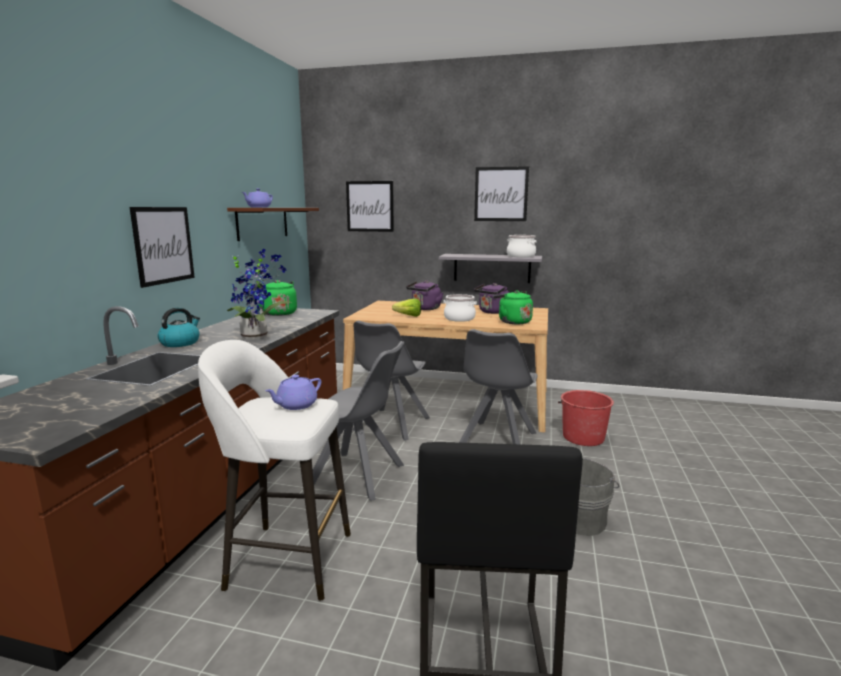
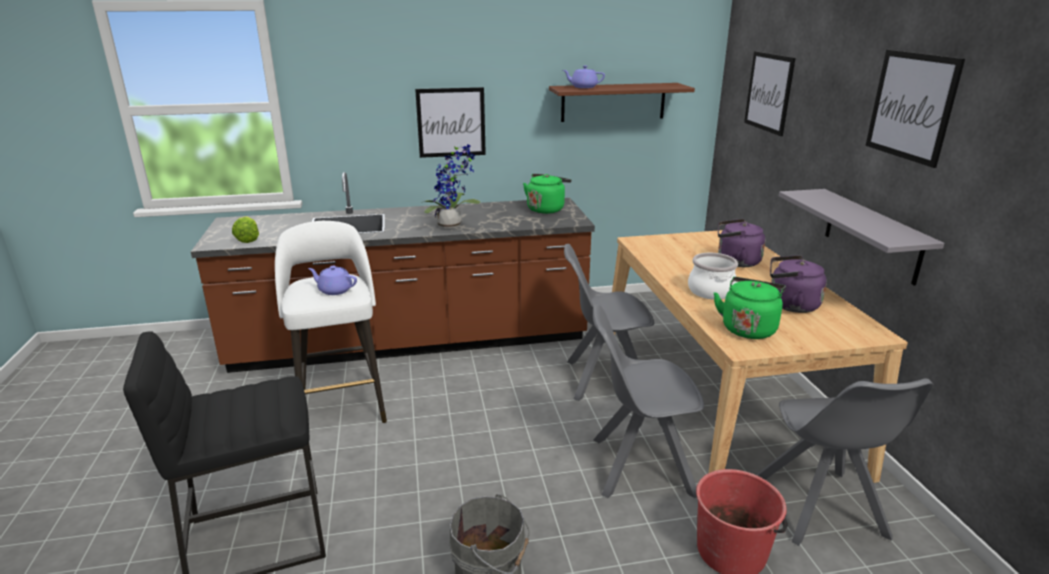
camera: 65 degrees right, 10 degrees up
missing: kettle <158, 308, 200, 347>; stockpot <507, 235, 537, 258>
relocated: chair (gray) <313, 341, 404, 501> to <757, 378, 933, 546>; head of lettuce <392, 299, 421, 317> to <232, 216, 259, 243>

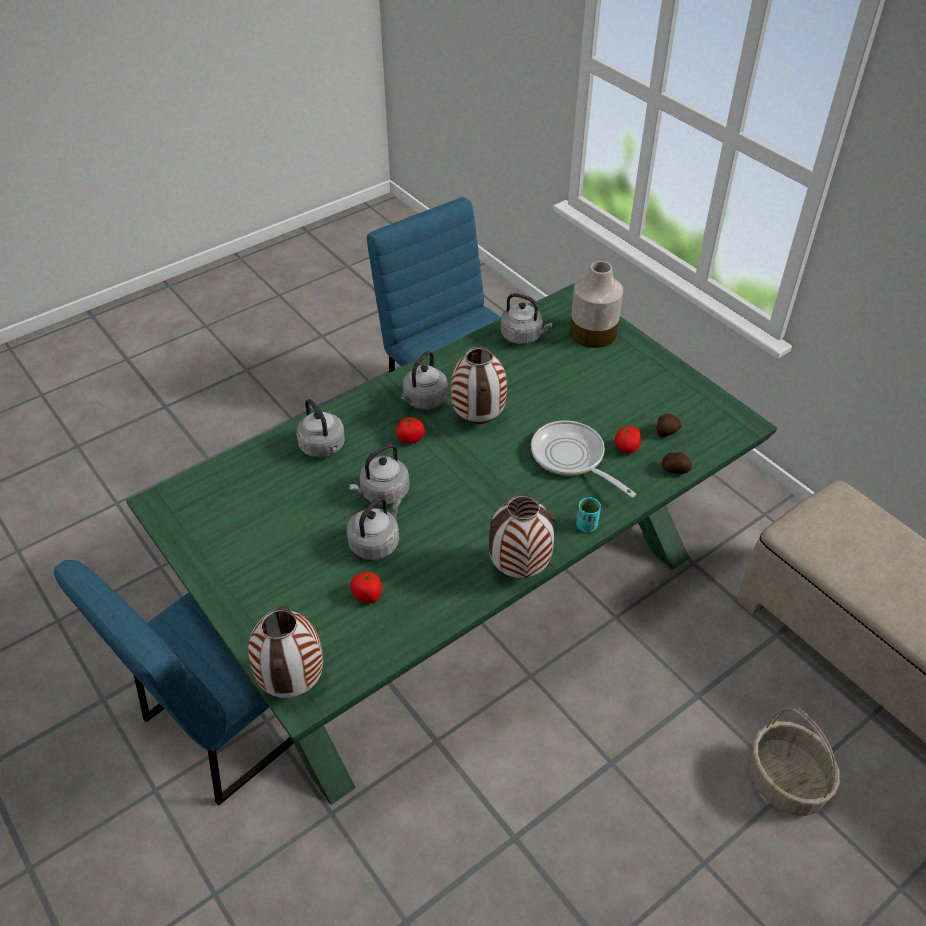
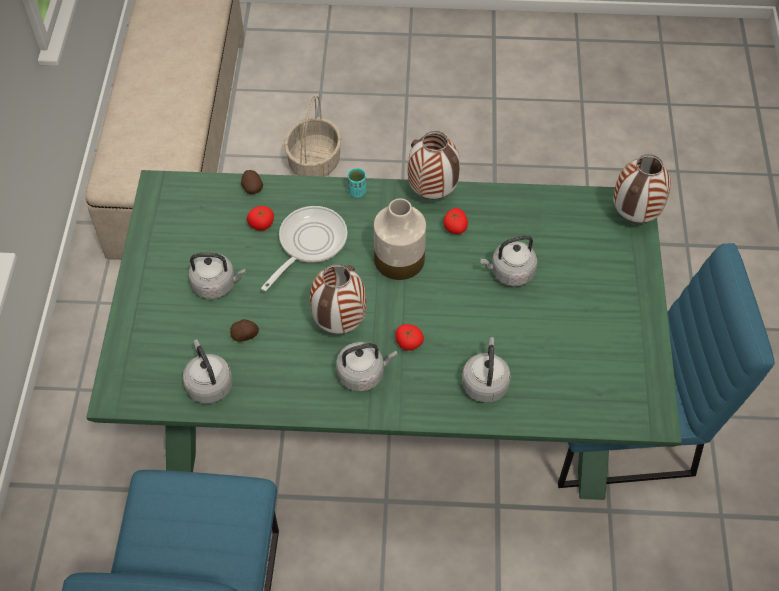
camera: 140 degrees left, 10 degrees up
relocated: kettle (gray) <348, 444, 410, 505> to <188, 253, 246, 299>; tomato <351, 571, 382, 603> to <444, 208, 468, 234>; vase (beige) <570, 261, 623, 348> to <374, 198, 426, 280>; spud <656, 414, 682, 437> to <230, 319, 259, 342>
spun: skillet <531, 421, 636, 498> = <261, 206, 347, 291> 150 degrees counterclockwise

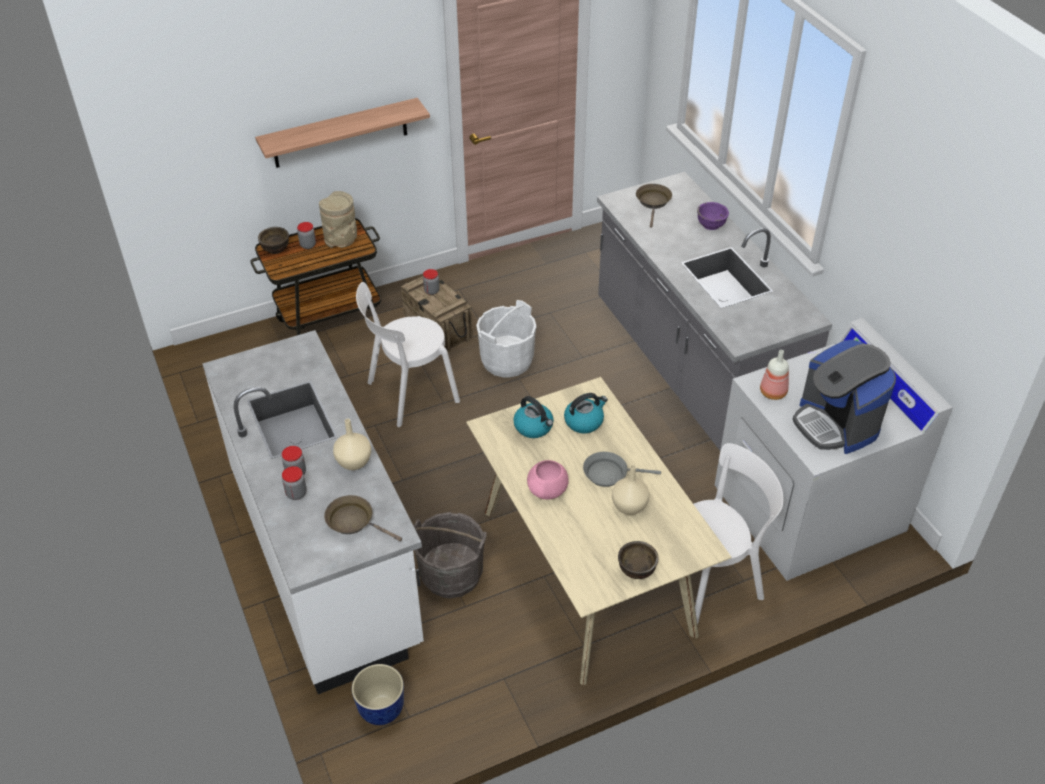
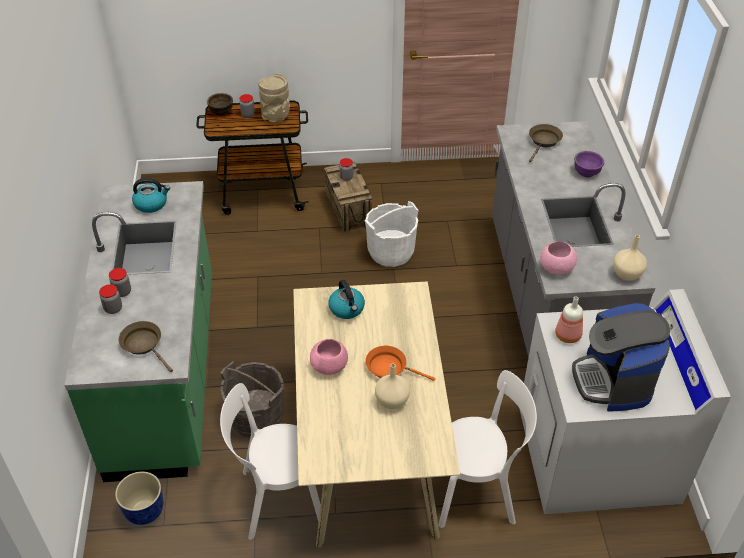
camera: 20 degrees right, 0 degrees up
missing: wall shelf <255, 98, 430, 168>; deep dish (brownish) <618, 541, 658, 579>
appeared: deep dish (pink) <540, 241, 577, 275>
relocated: vase (beige) <333, 419, 371, 470> to <613, 235, 647, 281>; chair (whitish) <356, 282, 460, 427> to <220, 383, 321, 540>; kettle <564, 393, 608, 434> to <132, 178, 170, 213>
colour: kitchen base unit (whitish) <202, 330, 424, 694> to kitchen base unit (greenish) <64, 181, 212, 482>; skillet (gray) <583, 452, 661, 487> to skillet (orangey) <365, 346, 436, 381>

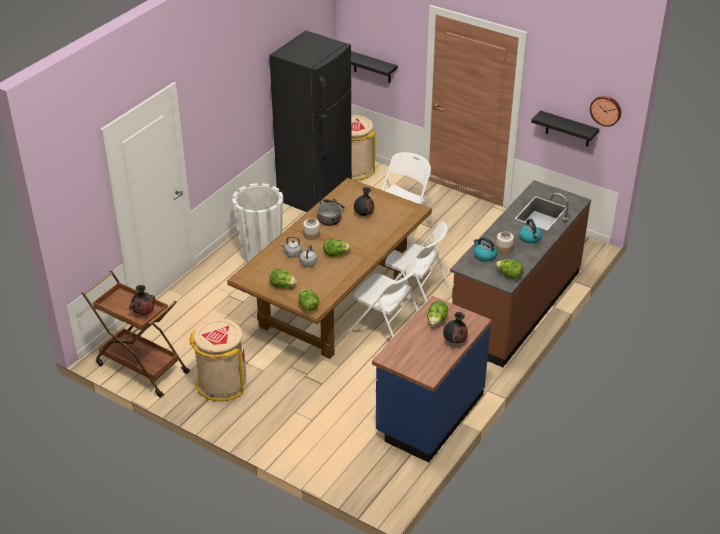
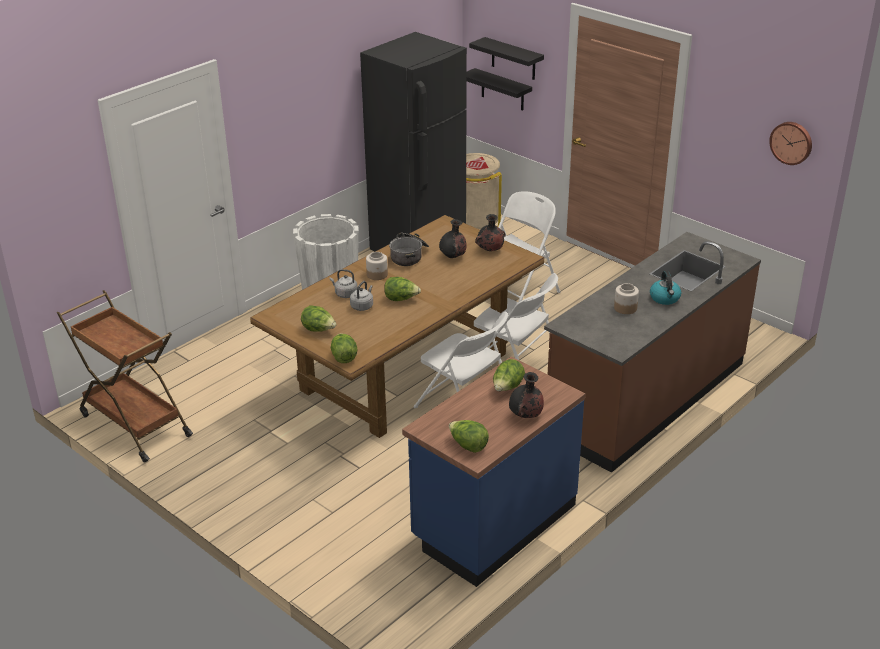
camera: 10 degrees right, 5 degrees down
missing: rubbish bin (beige) <189, 319, 246, 401>; kettle <473, 237, 497, 262>
relocated: vase (blackish) <129, 285, 155, 315> to <475, 214, 505, 251>; head of lettuce <496, 259, 523, 279> to <449, 420, 489, 453>; wall shelf (blackish) <531, 110, 599, 147> to <469, 37, 544, 80>

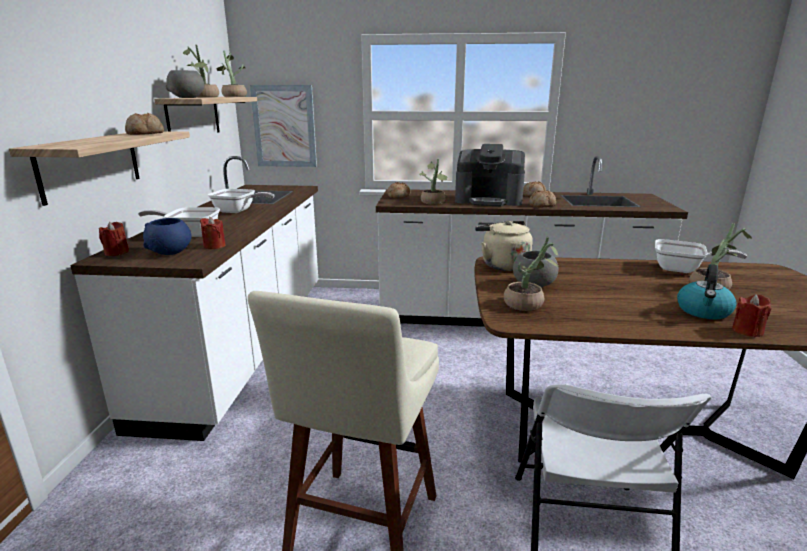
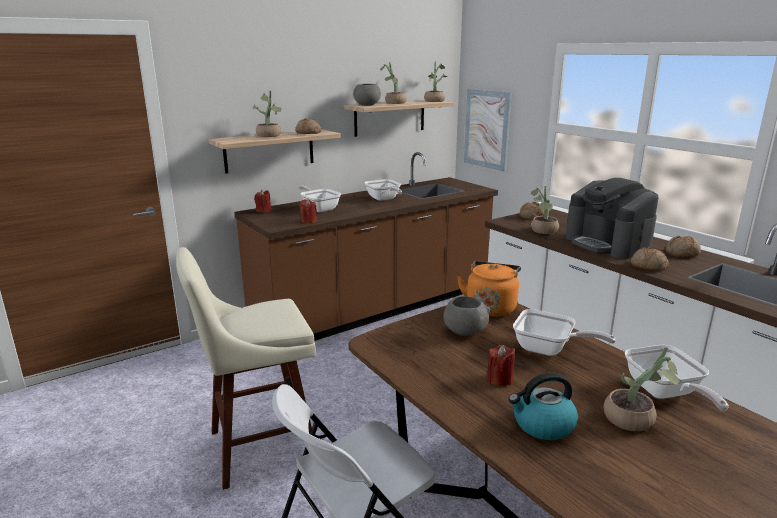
camera: 50 degrees right, 0 degrees up
missing: deep dish (bluish) <143, 218, 192, 255>
appeared: skillet <513, 309, 616, 356>
relocated: houseplant <504, 237, 559, 311> to <252, 90, 281, 137>; wax candle (red-coloured) <732, 294, 771, 337> to <487, 345, 516, 386>
colour: kitchen base unit (whitish) <70, 156, 318, 441> to kitchen base unit (brownish) <234, 152, 498, 341>; kettle (beige) <475, 221, 533, 271> to kettle (orangey) <457, 261, 521, 317>

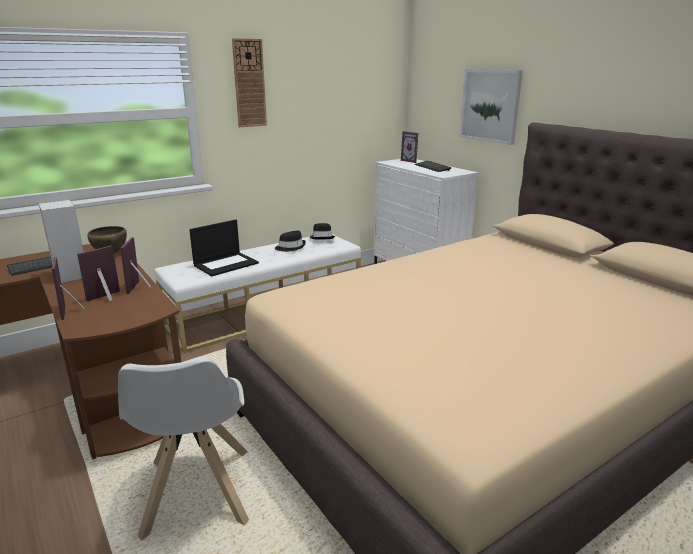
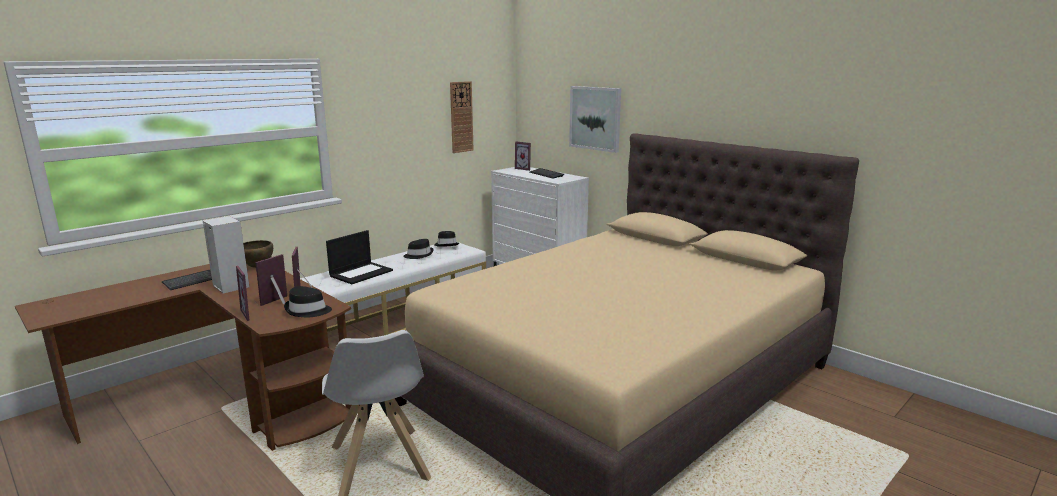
camera: 10 degrees left, 5 degrees down
appeared: wearable hat (blackish) <284, 286, 332, 317>
relocated: hanging clock <232, 38, 267, 127> to <450, 81, 473, 153>

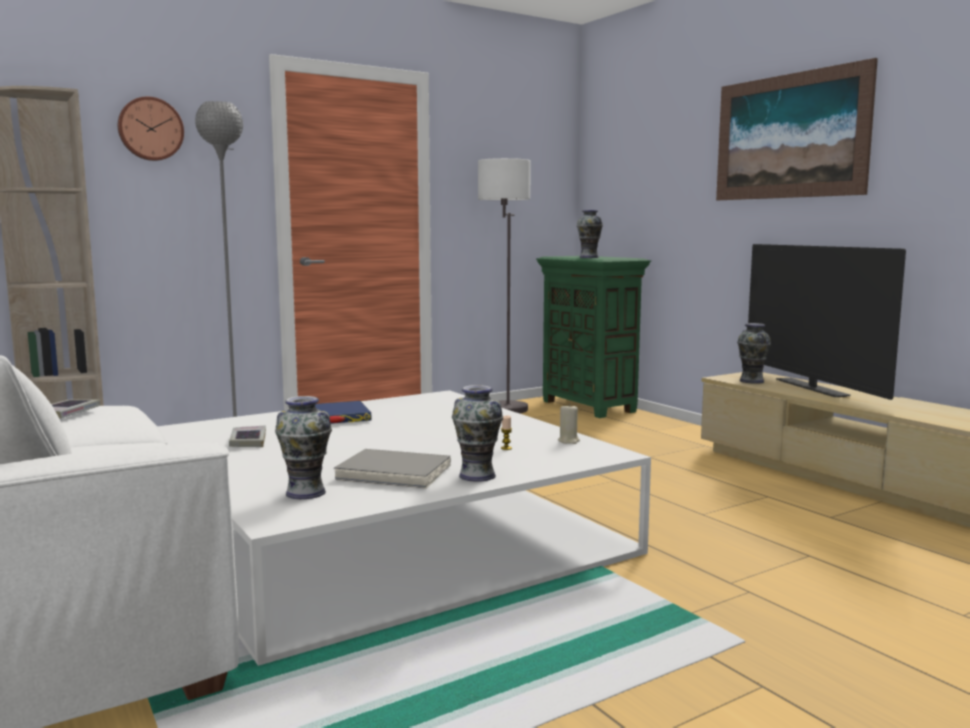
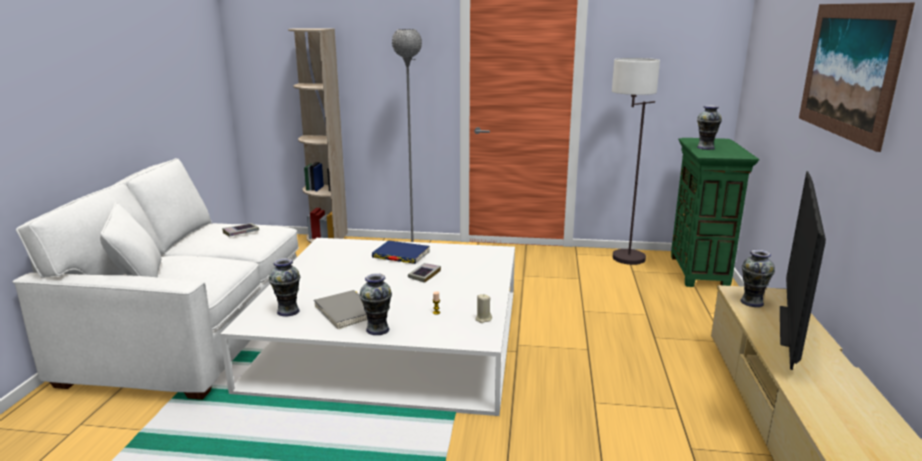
camera: 40 degrees right, 10 degrees up
missing: hanging clock <118, 97, 184, 161>
relocated: volume <229, 426, 266, 447> to <408, 263, 441, 283>

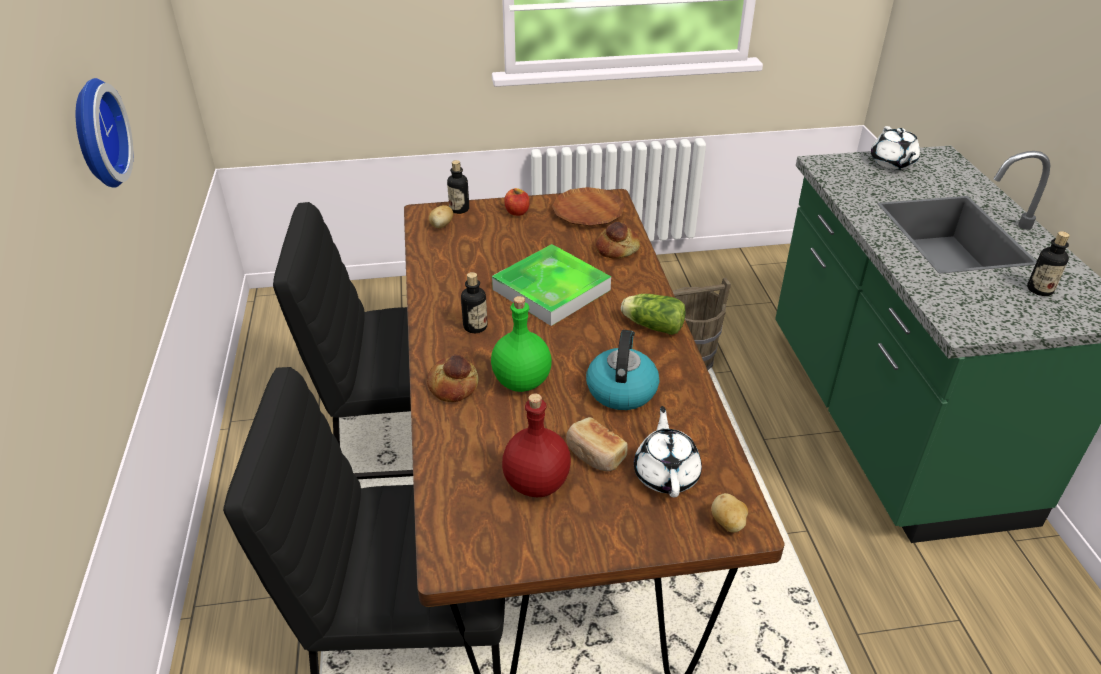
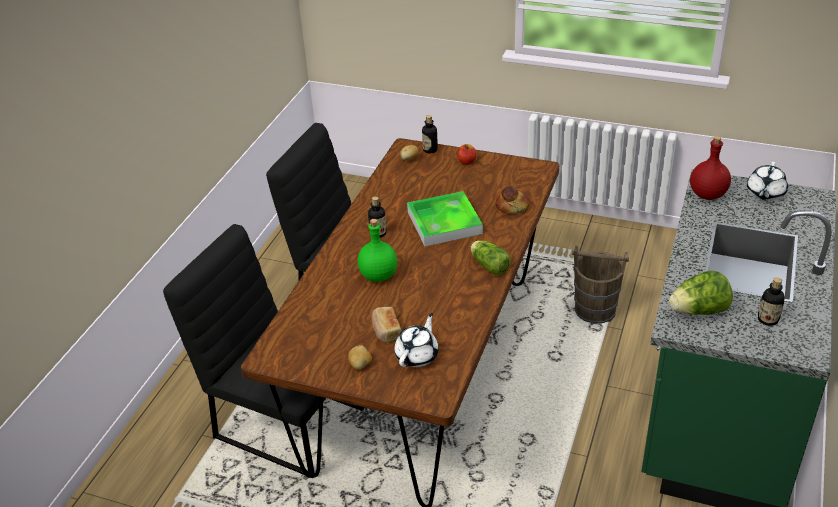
camera: 30 degrees right, 0 degrees up
missing: hanging clock <76, 78, 133, 188>; bakery bread <427, 354, 479, 402>; flat dish (brownish) <552, 187, 625, 226>; kettle <586, 330, 659, 410>
appeared: head of lettuce <669, 271, 733, 315>
relocated: bottle (red-coloured) <502, 393, 571, 497> to <690, 136, 731, 200>; spud <711, 493, 748, 533> to <348, 345, 372, 369>

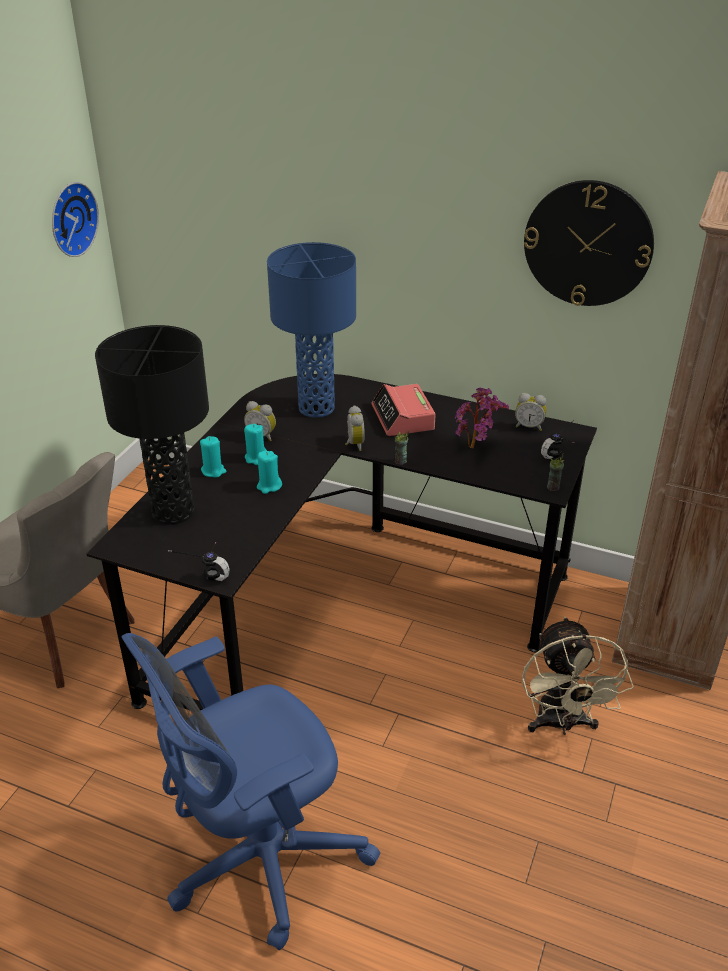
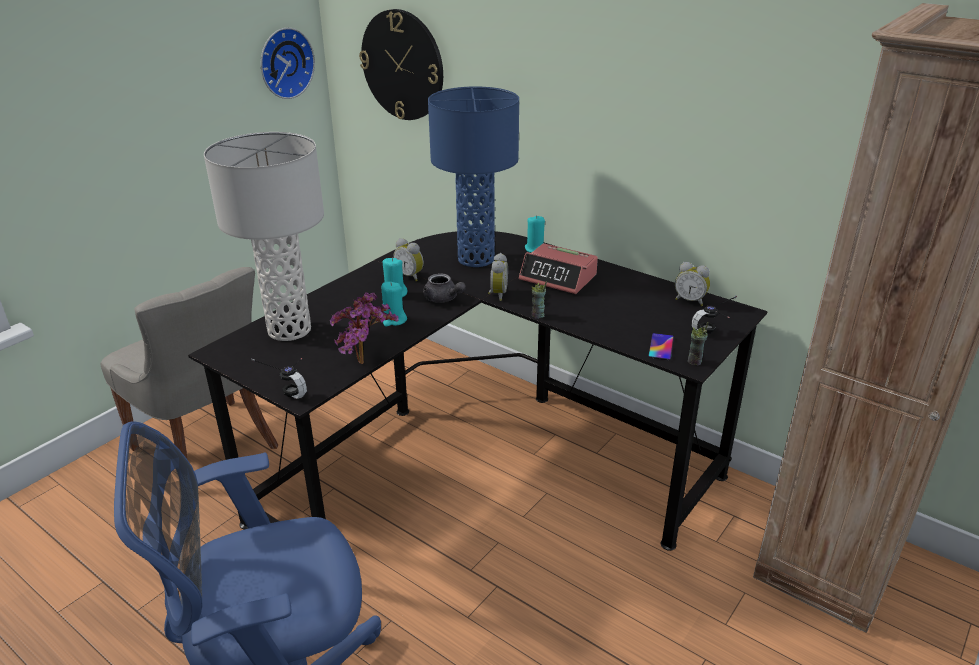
camera: 15 degrees right, 5 degrees down
missing: fan (beige) <522, 616, 634, 735>
appeared: tea pot (gray) <423, 273, 466, 303>; handset <648, 333, 674, 360>
relocated: wax candle (blue-green) <200, 436, 227, 478> to <525, 215, 545, 253>; houseplant <455, 388, 509, 448> to <330, 292, 399, 364>; hanging clock <524, 180, 654, 306> to <359, 9, 443, 120>
colour: tabletop lamp (blackish) <95, 325, 209, 525> to tabletop lamp (whitish) <204, 132, 324, 341>
spun: bedside clock <371, 384, 436, 436> = <519, 243, 598, 294> 60 degrees counterclockwise

